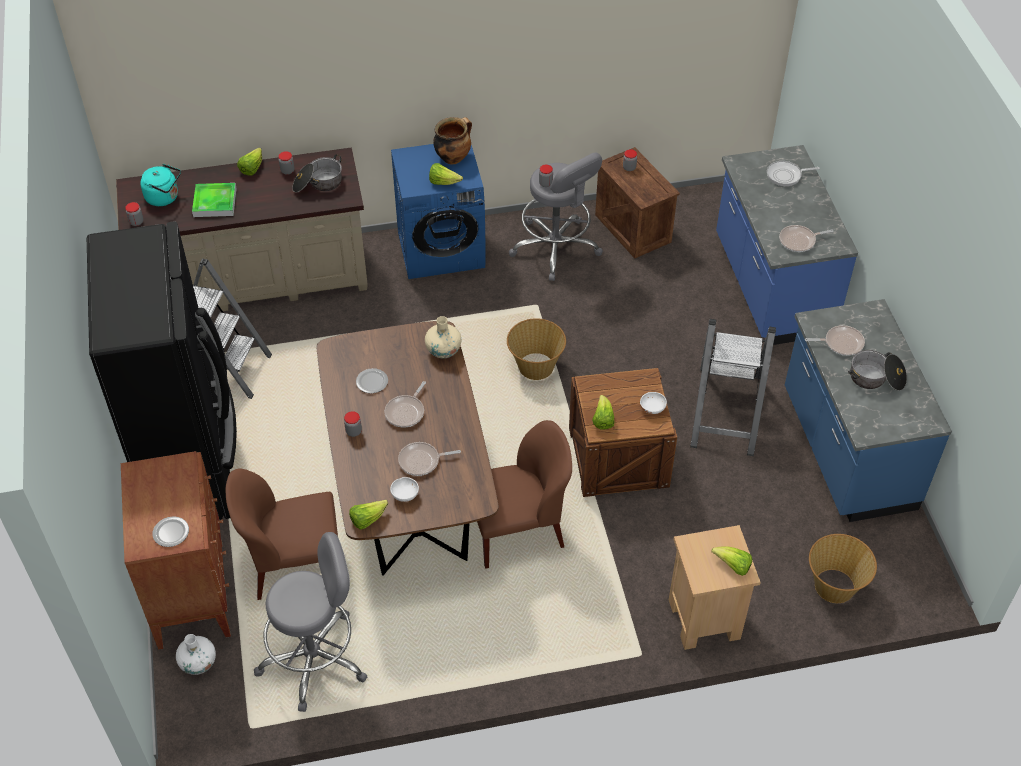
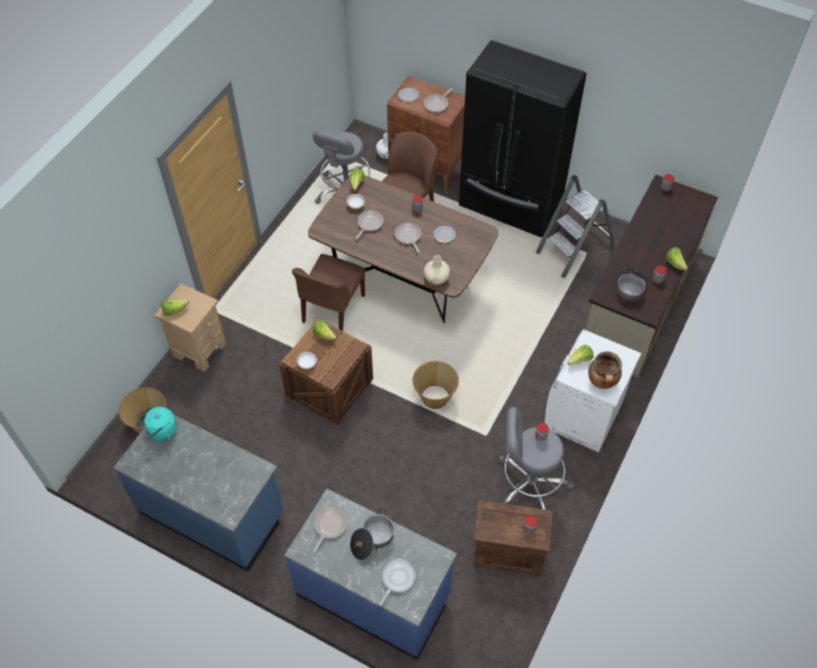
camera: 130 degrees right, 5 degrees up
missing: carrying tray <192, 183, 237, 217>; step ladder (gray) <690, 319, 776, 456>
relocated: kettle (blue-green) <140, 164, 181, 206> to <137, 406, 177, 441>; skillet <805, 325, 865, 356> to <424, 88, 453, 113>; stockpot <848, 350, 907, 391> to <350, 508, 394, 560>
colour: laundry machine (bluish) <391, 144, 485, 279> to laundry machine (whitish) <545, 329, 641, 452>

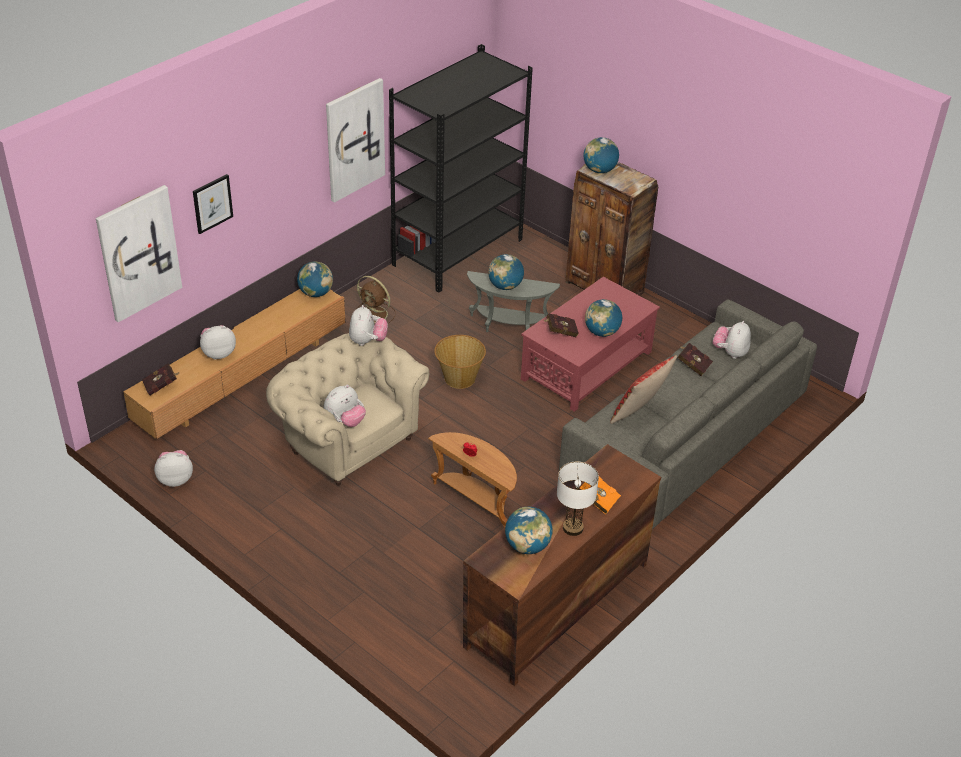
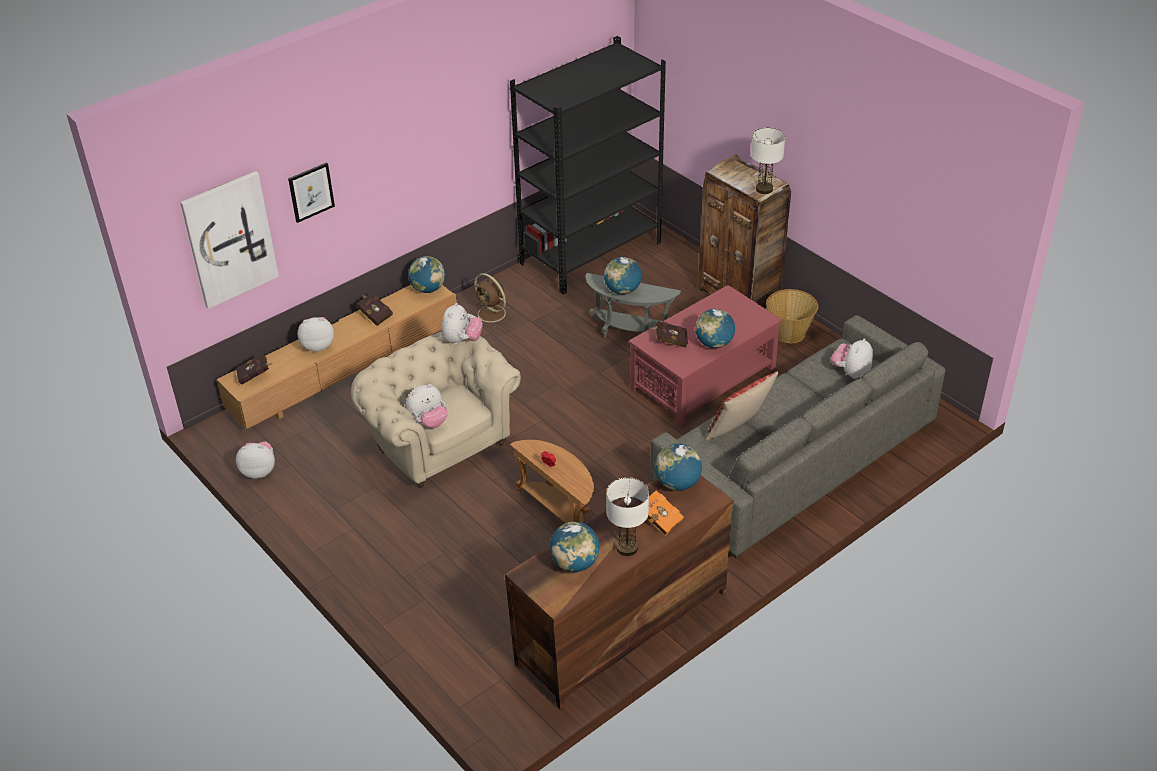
camera: 10 degrees right, 0 degrees up
missing: picture <326, 78, 385, 202>
appeared: tabletop lamp <751, 127, 785, 194>
relocated: storage basket <434, 335, 486, 389> to <766, 289, 818, 343>; world globe <584, 137, 619, 173> to <655, 443, 702, 491>; volume (red-coloured) <677, 343, 713, 376> to <356, 293, 393, 326>

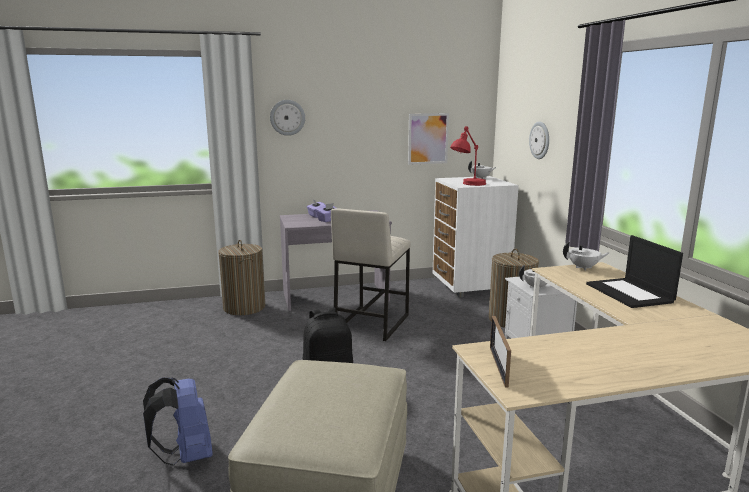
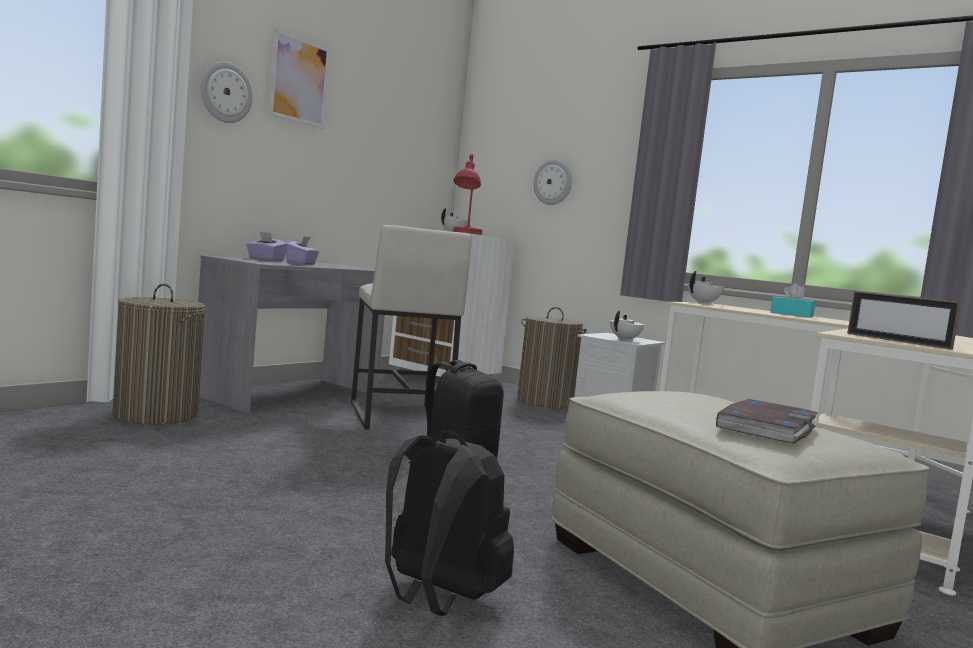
camera: 40 degrees left, 10 degrees down
appeared: volume <716, 399, 819, 444>
relocated: picture <408, 113, 449, 164> to <268, 28, 330, 129>
exchanged: laptop <586, 235, 683, 308> to tissue holder (blue-green) <770, 283, 816, 318>
colour: rucksack (bluish) <143, 378, 213, 466> to rucksack (blackish) <385, 430, 514, 616>

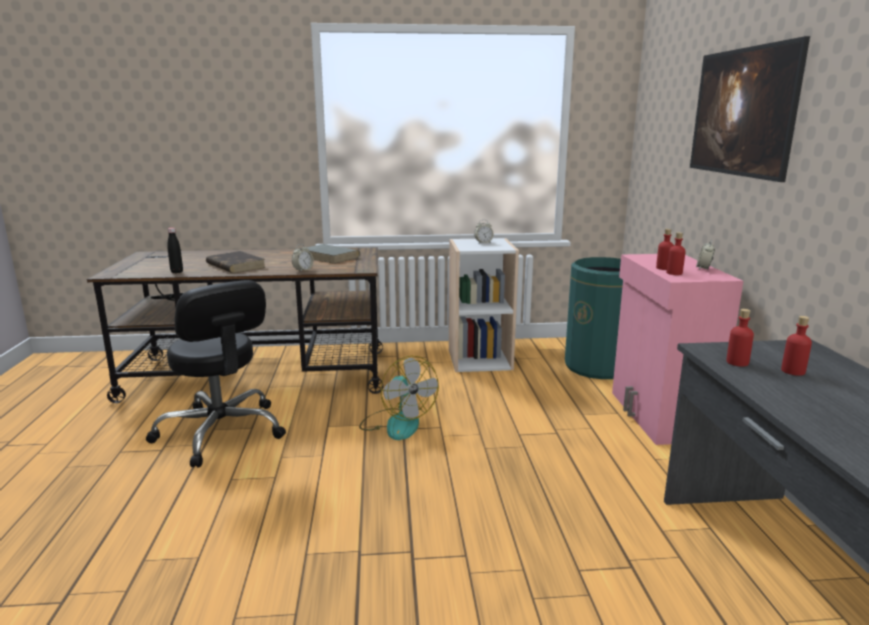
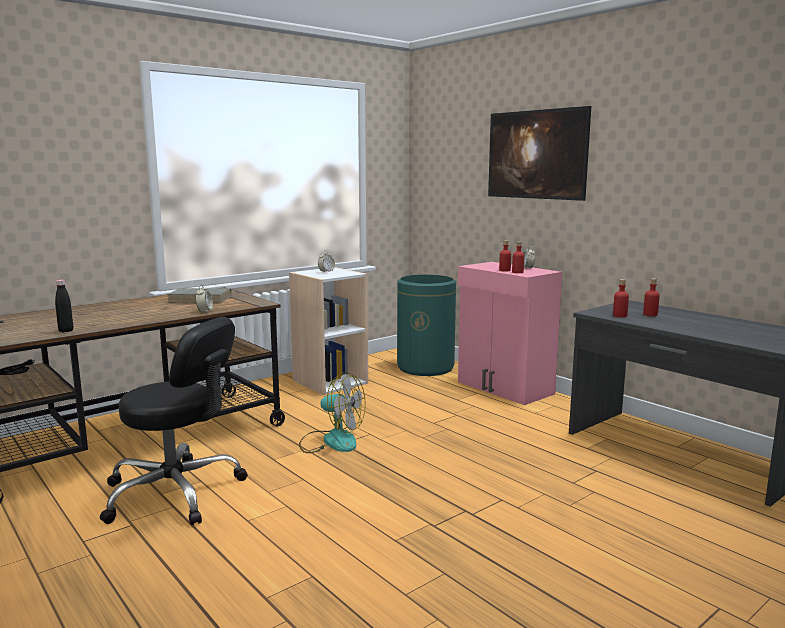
camera: 35 degrees left, 5 degrees down
missing: volume (brownish) <206, 251, 266, 273>

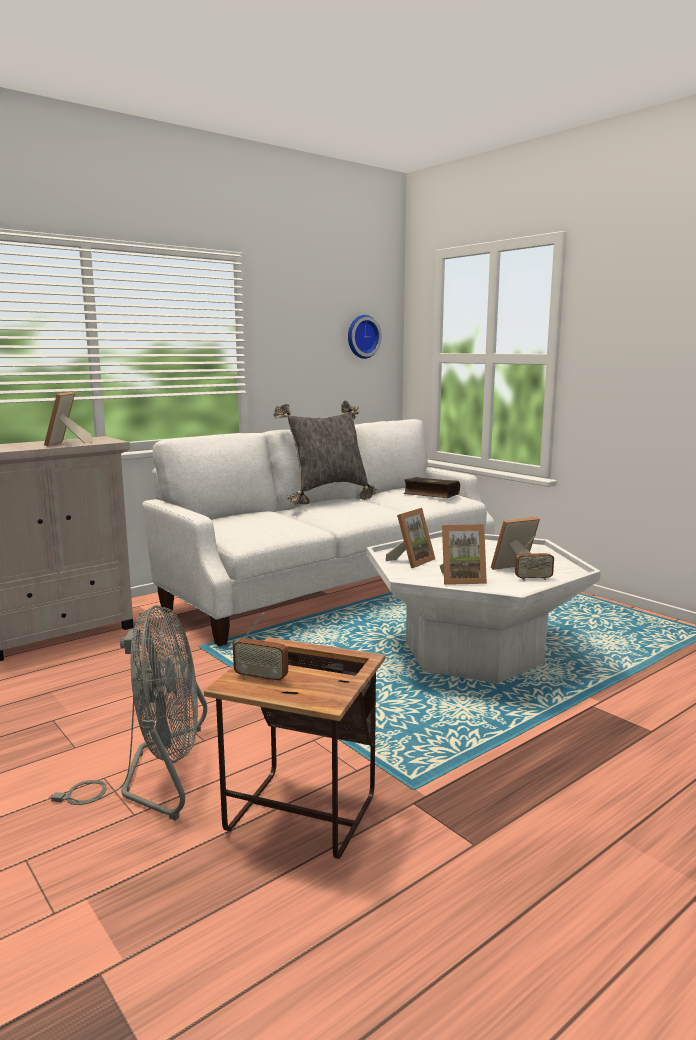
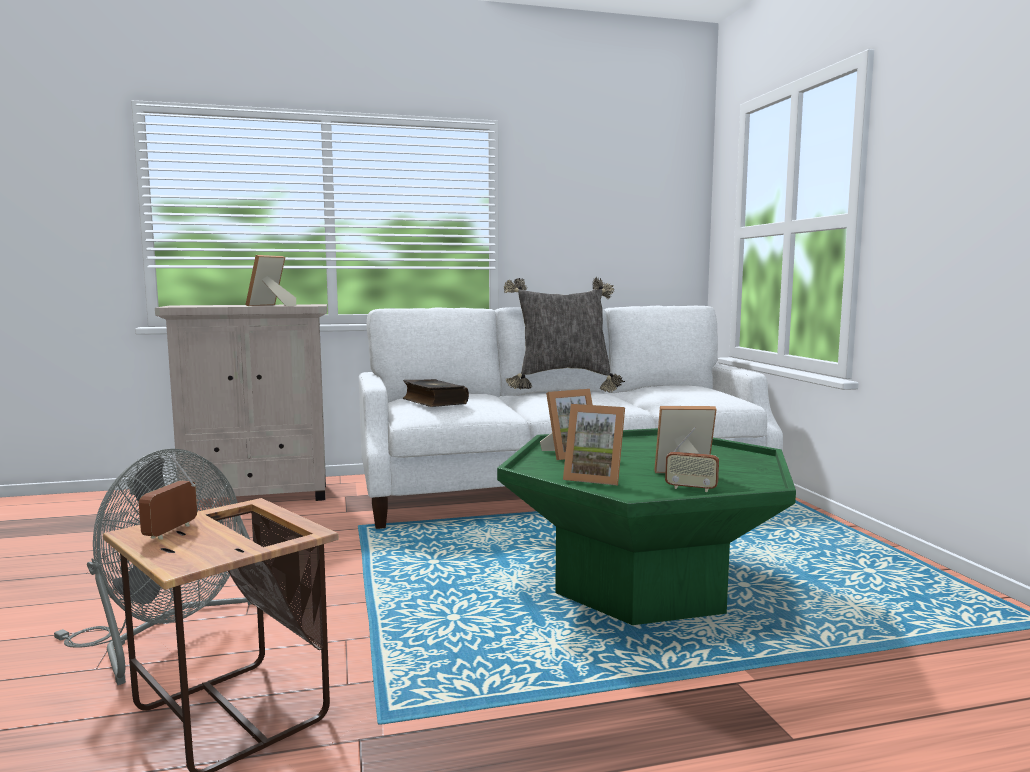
camera: 25 degrees right, 5 degrees down
missing: hanging clock <348, 315, 382, 359>
relocated: volume <404, 477, 460, 498> to <403, 379, 469, 407>
colour: low table (whitish) <367, 531, 601, 683> to low table (greenish) <497, 428, 796, 625>
spun: radio receiver <233, 613, 288, 683> = <139, 455, 197, 540> 60 degrees clockwise

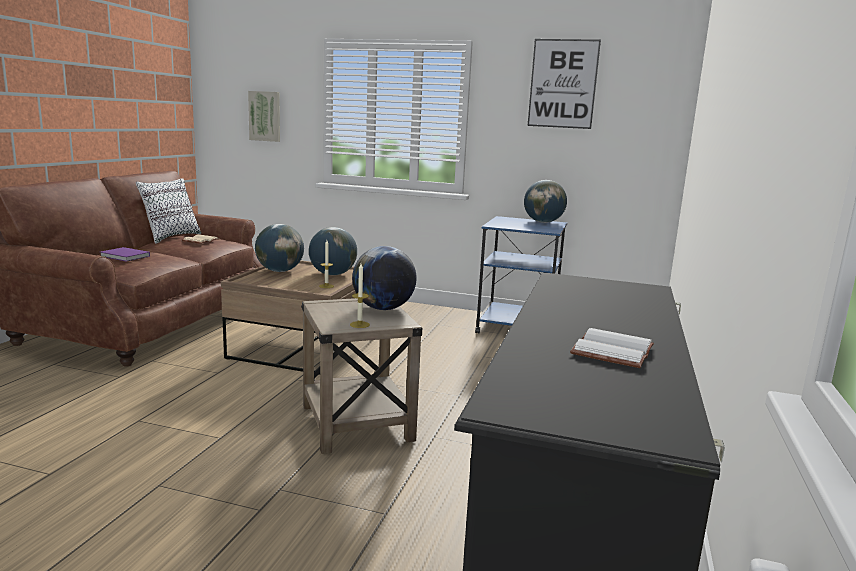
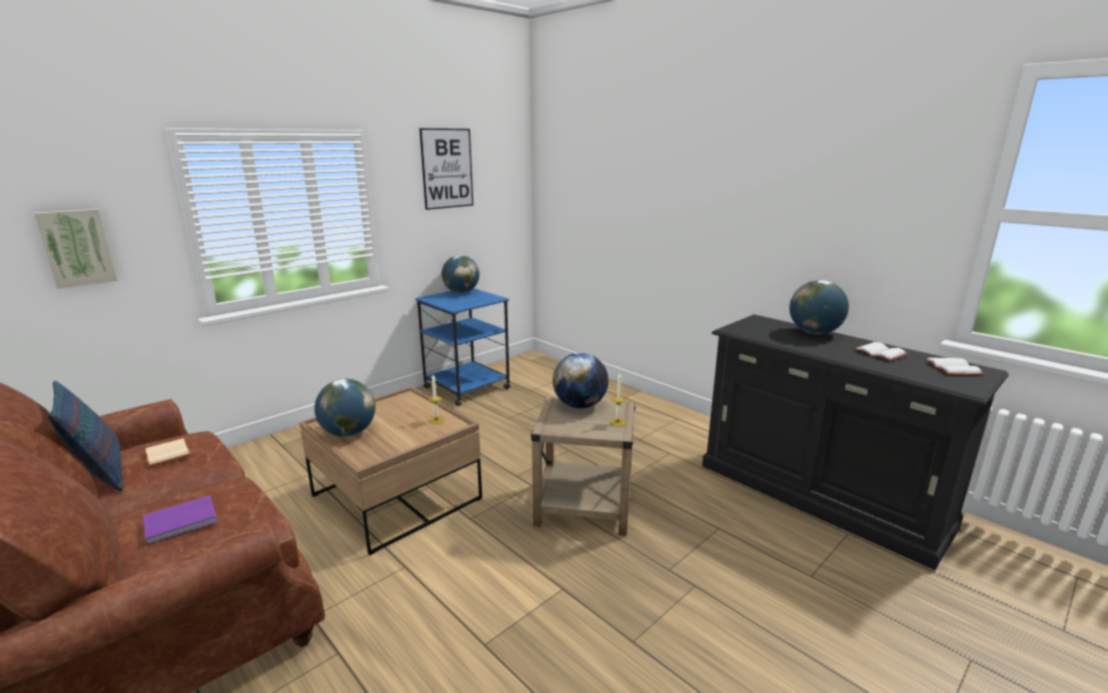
camera: 60 degrees left, 5 degrees up
appeared: volume (whitish) <924, 358, 985, 375>
relocated: world globe <309, 227, 357, 275> to <789, 280, 849, 334>
colour: pillow (whitish) <136, 178, 201, 244> to pillow (bluish) <48, 381, 124, 491>

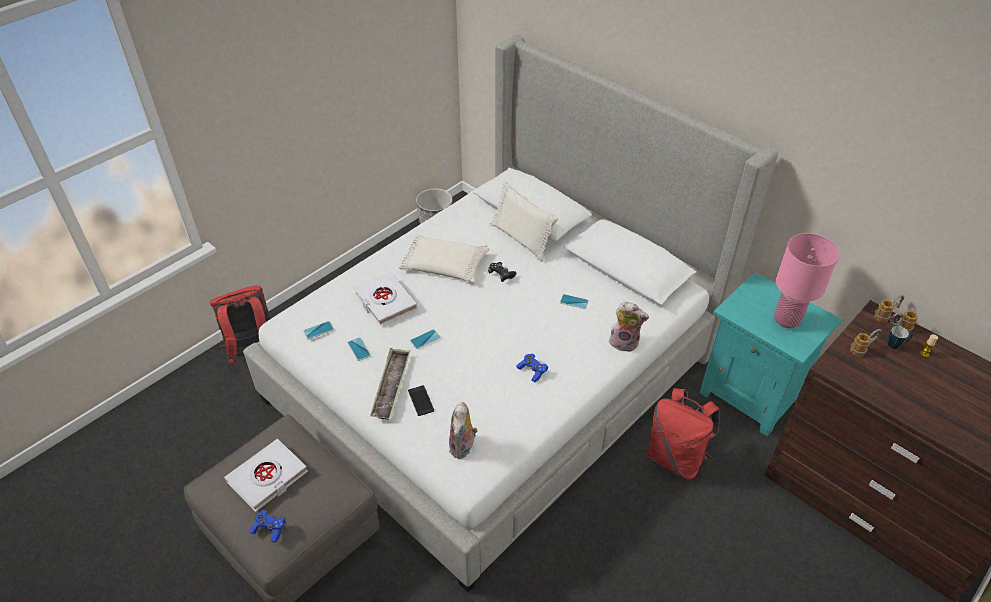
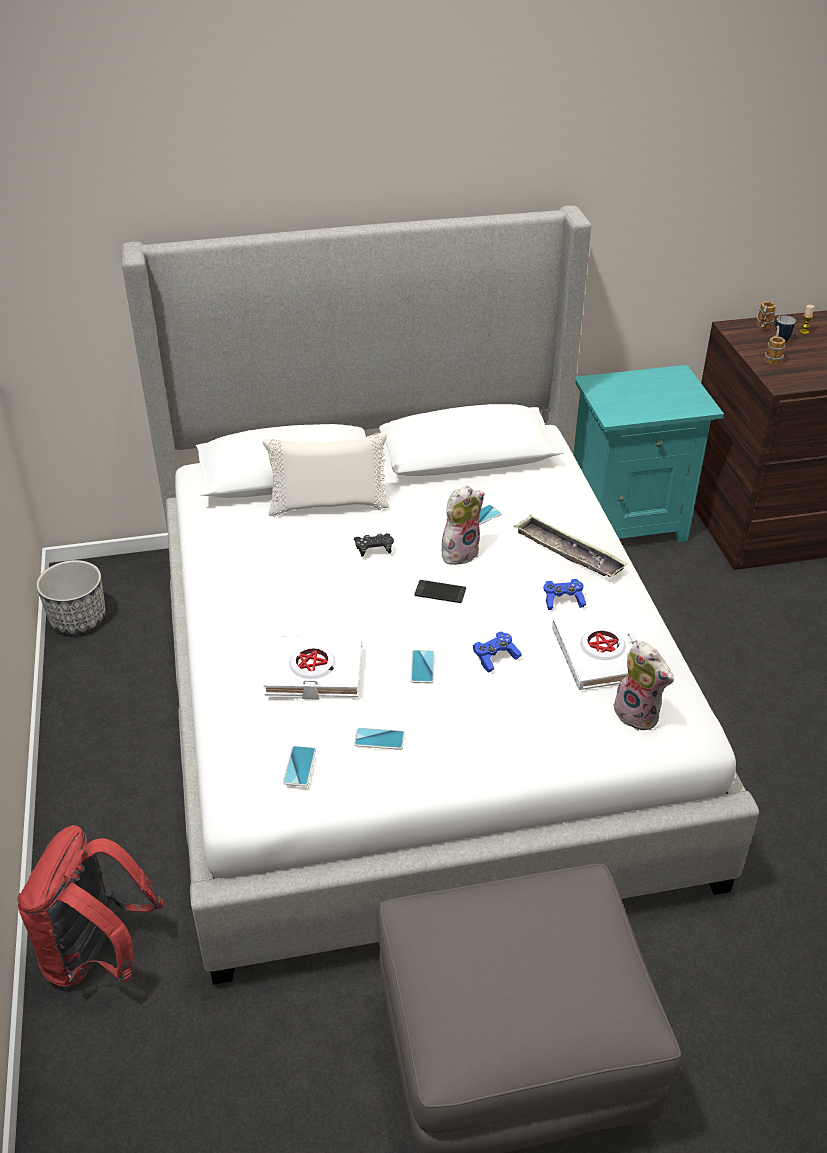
camera: 55 degrees left, 5 degrees down
missing: pillow (whitish) <398, 235, 490, 283>; rucksack (red-coloured) <647, 388, 720, 479>; tabletop lamp (pink) <774, 233, 839, 328>; mug <874, 295, 904, 322>
relocated: volume (whitish) <224, 439, 308, 512> to <552, 610, 638, 690>; joypad (bluish) <249, 510, 285, 542> to <473, 631, 522, 673>; carrying tray <370, 348, 410, 420> to <514, 515, 628, 577>; handset <408, 385, 434, 416> to <415, 580, 466, 603>; soft toy <609, 302, 649, 352> to <441, 485, 484, 565>

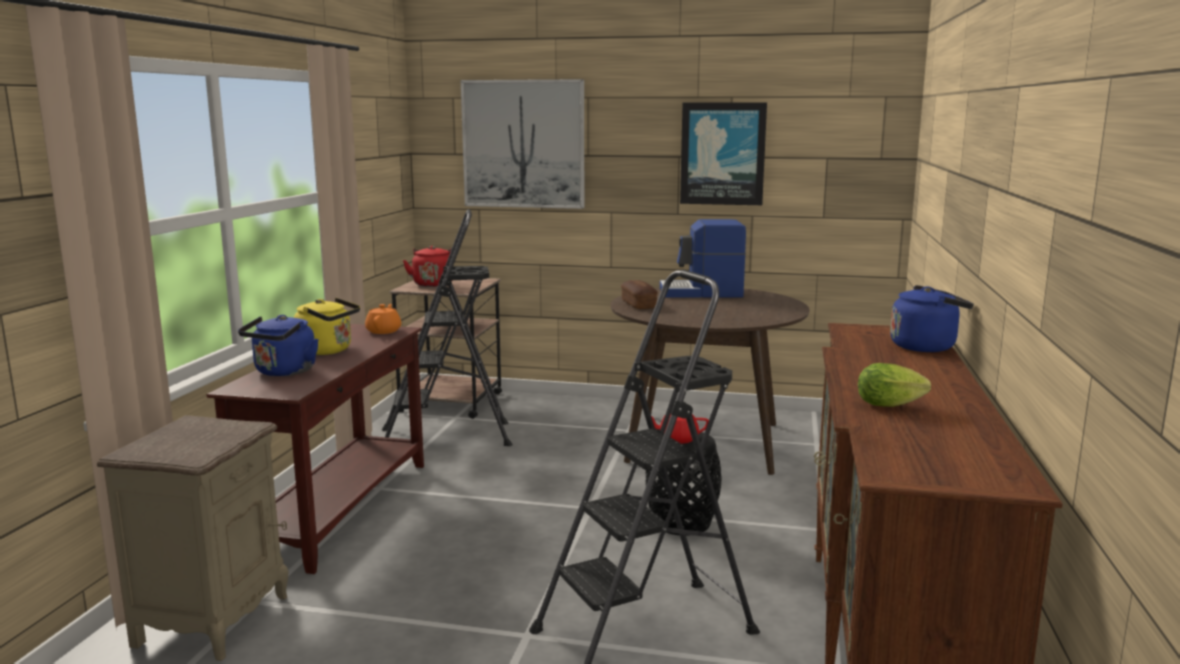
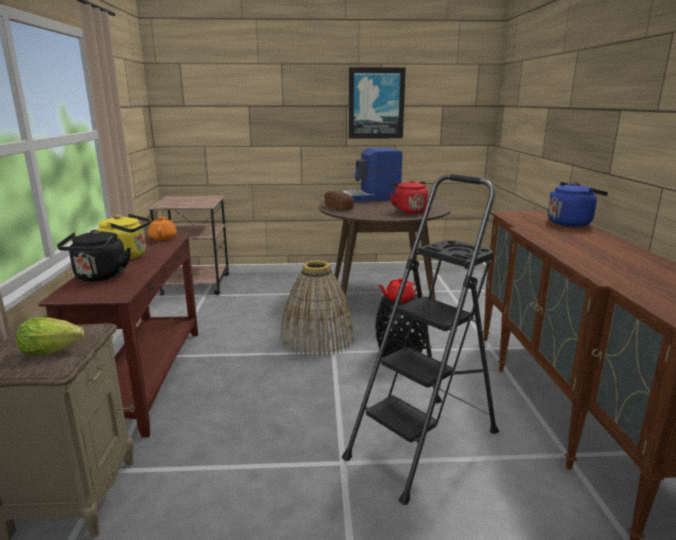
camera: 15 degrees left, 5 degrees up
missing: step ladder <382, 209, 513, 446>; picture <461, 79, 584, 209>
appeared: storage basket <281, 260, 354, 357>
relocated: kettle (red-coloured) <403, 246, 452, 287> to <389, 180, 428, 215>; head of lettuce <858, 363, 931, 407> to <16, 318, 84, 355>
colour: kettle (bluish) <238, 315, 319, 376> to kettle (blackish) <57, 230, 131, 282>

